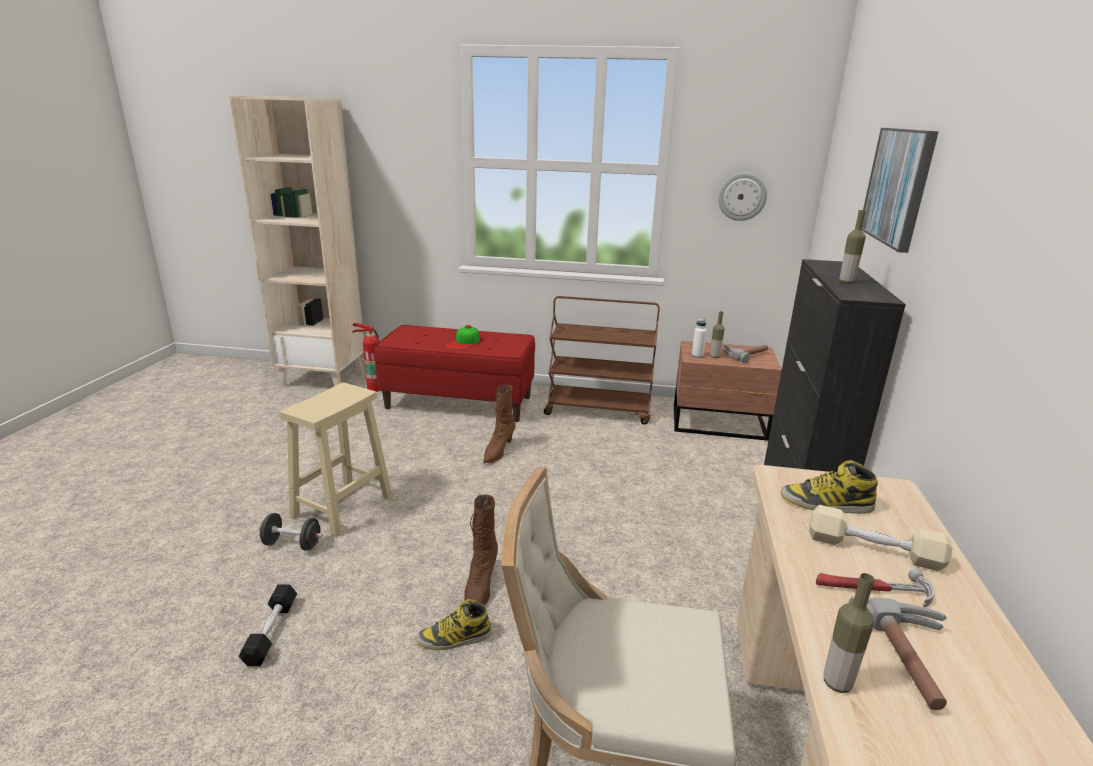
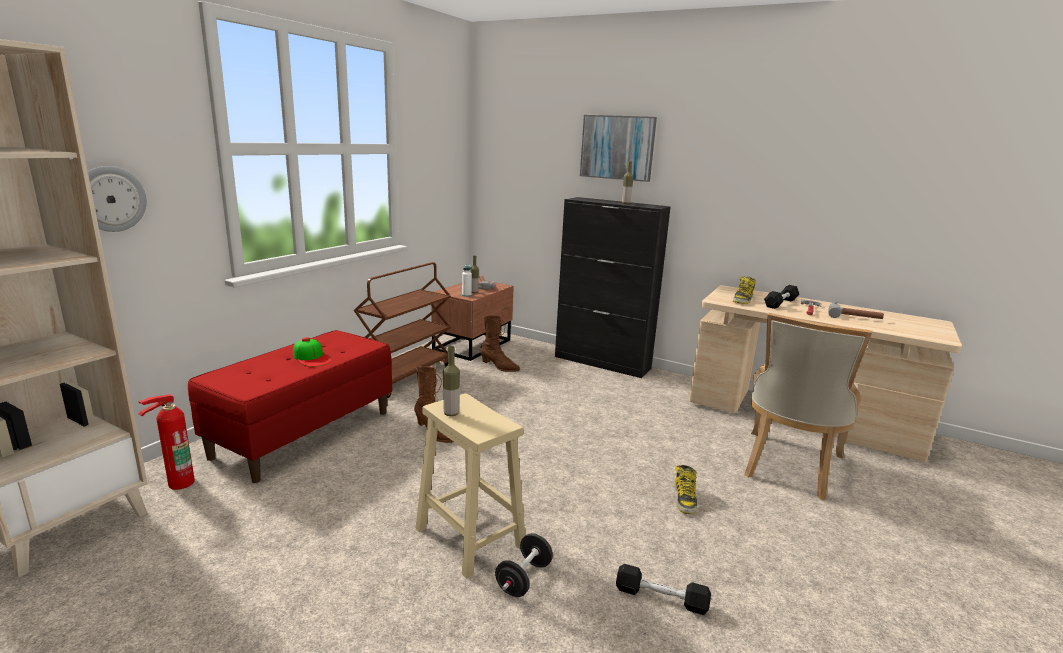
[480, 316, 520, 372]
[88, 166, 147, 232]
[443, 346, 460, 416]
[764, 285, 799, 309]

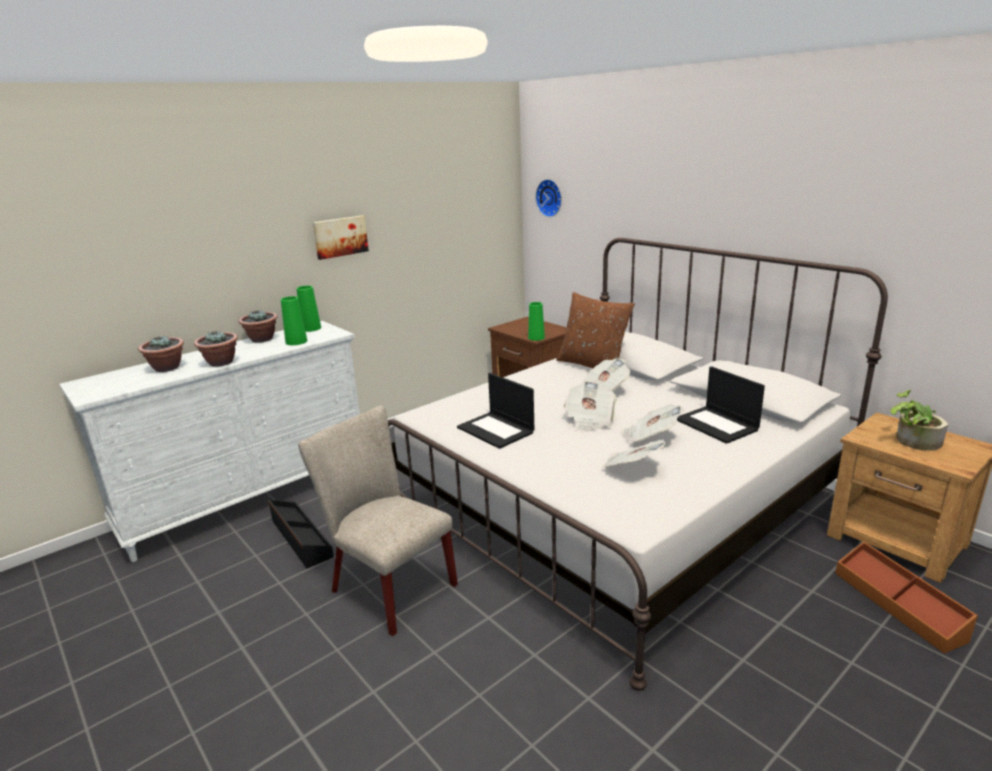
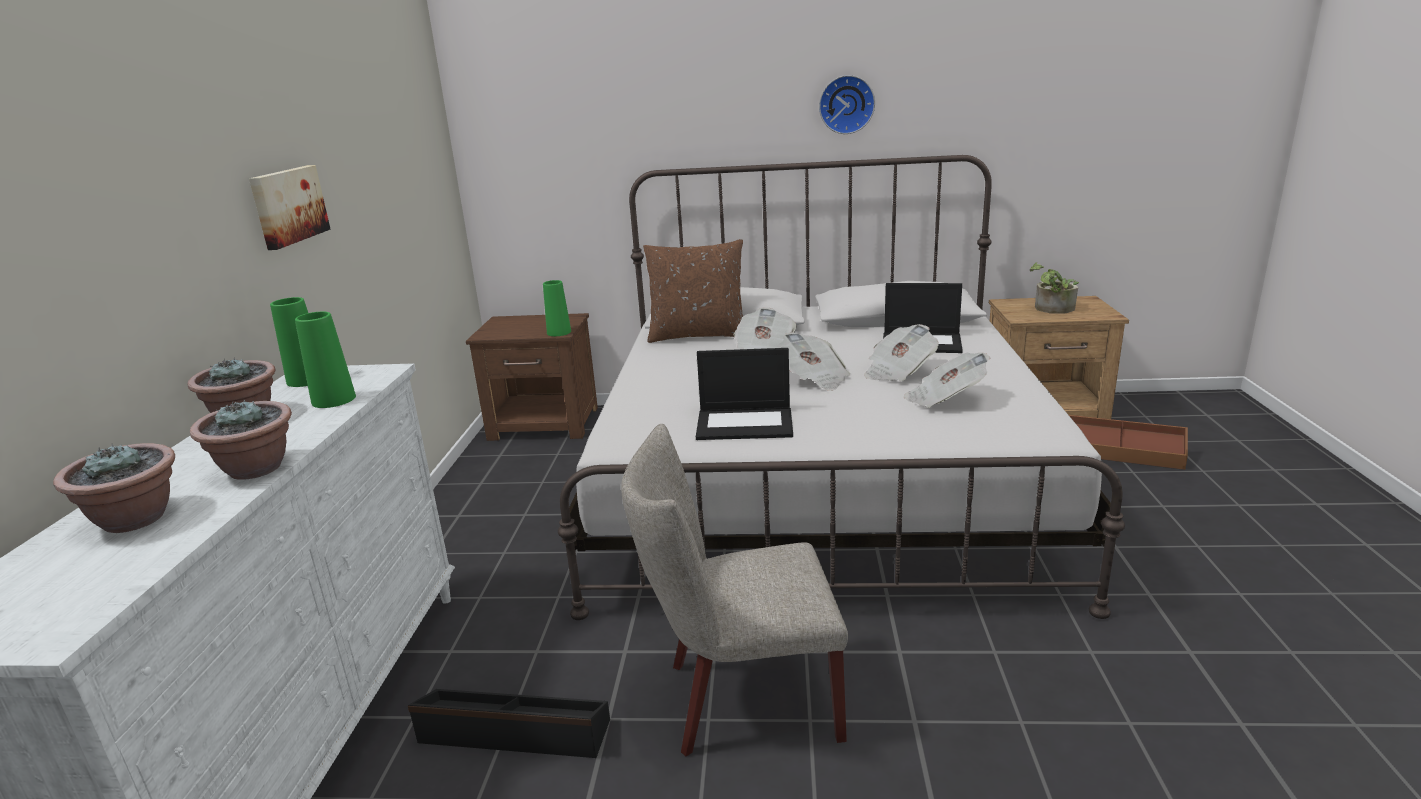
[819, 75, 875, 134]

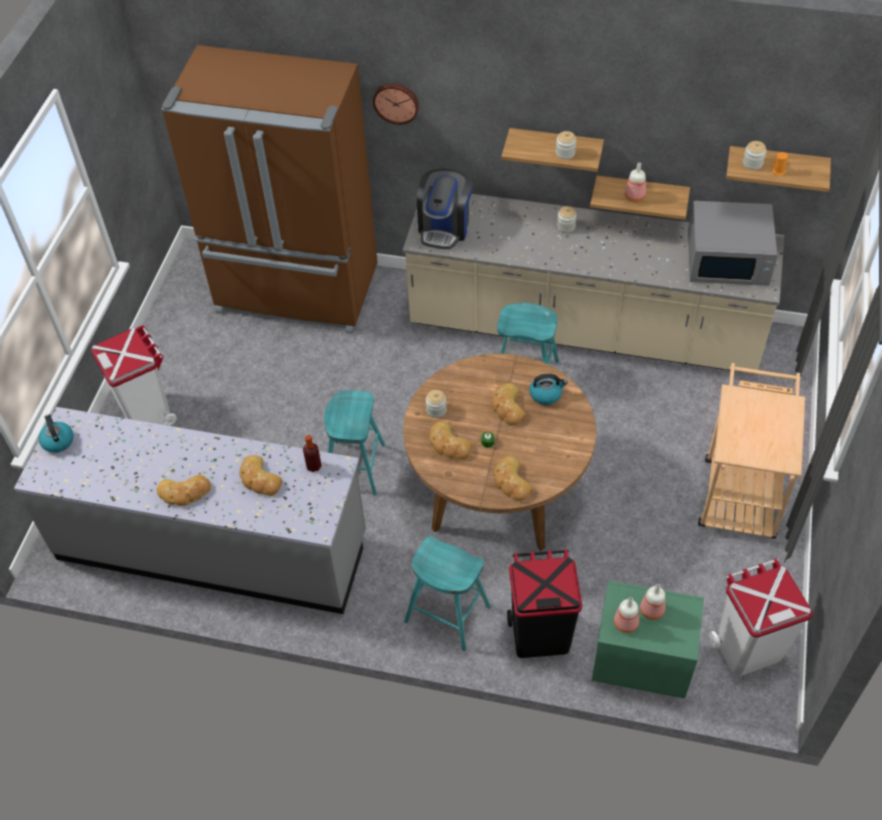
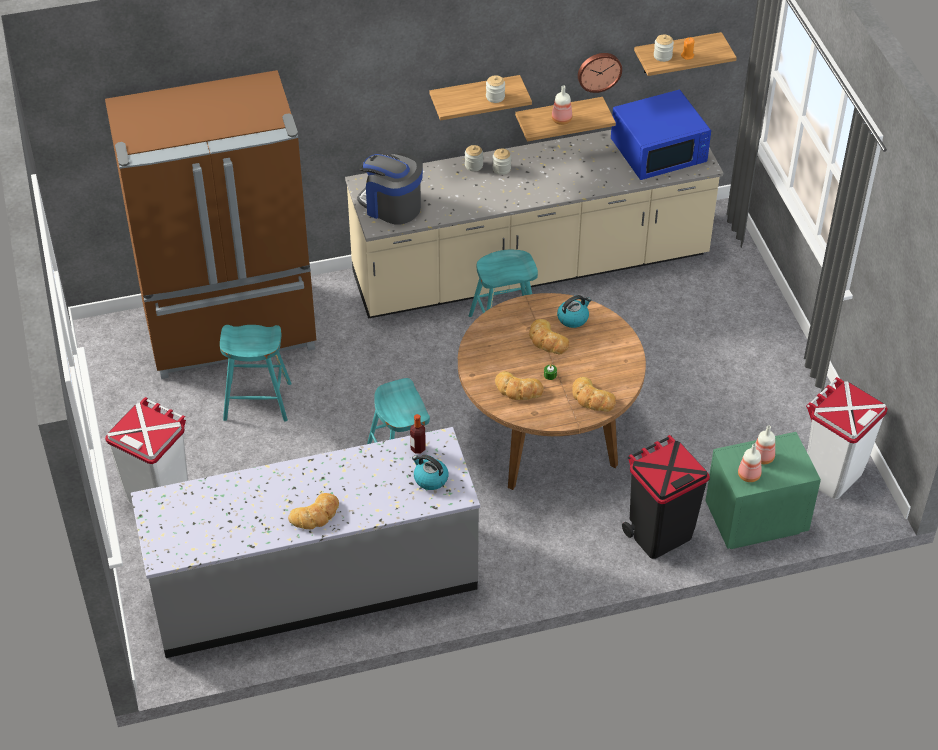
[240, 455, 282, 496] (first image)
[698, 363, 805, 539] (first image)
[412, 455, 449, 490]
[578, 53, 622, 93]
[220, 325, 292, 422]
[465, 145, 483, 171]
[611, 90, 711, 180]
[357, 153, 423, 225]

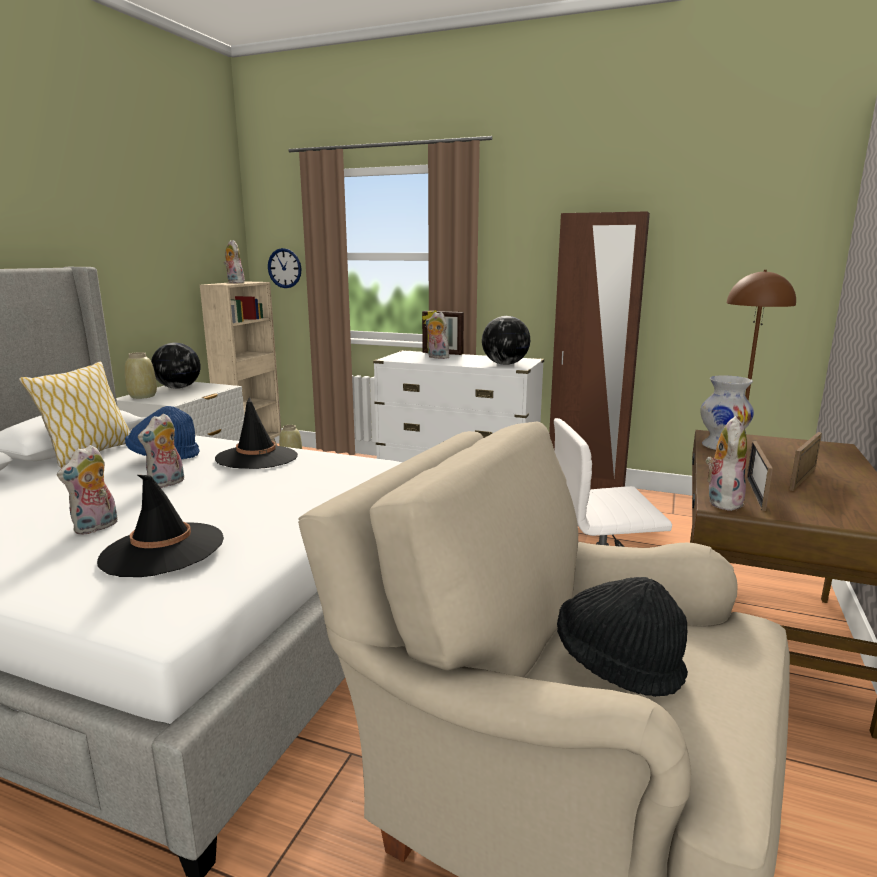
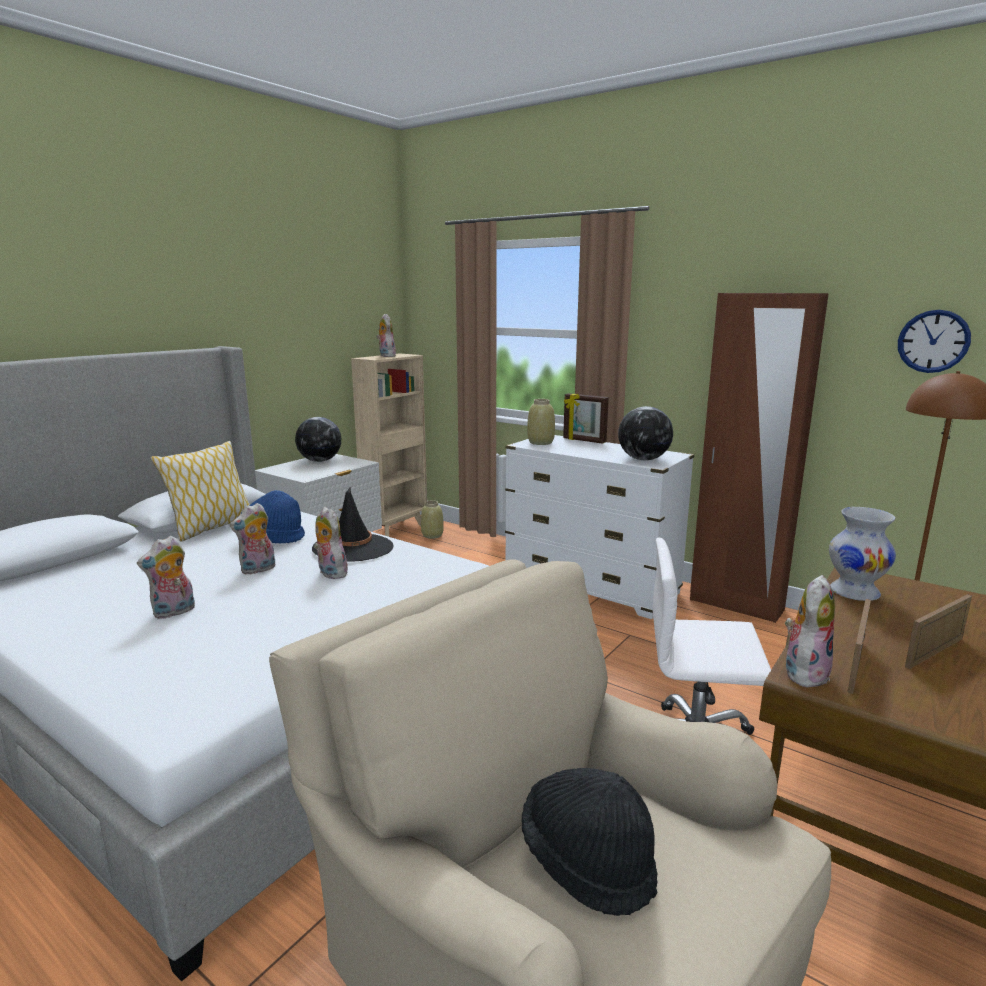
[97, 475, 224, 577] (first image)
[527, 399, 555, 445]
[898, 310, 971, 373]
[314, 507, 348, 579]

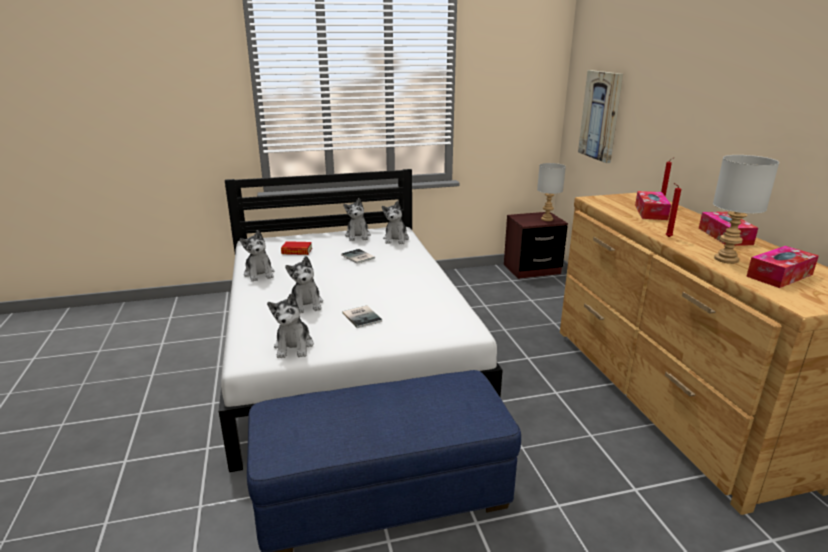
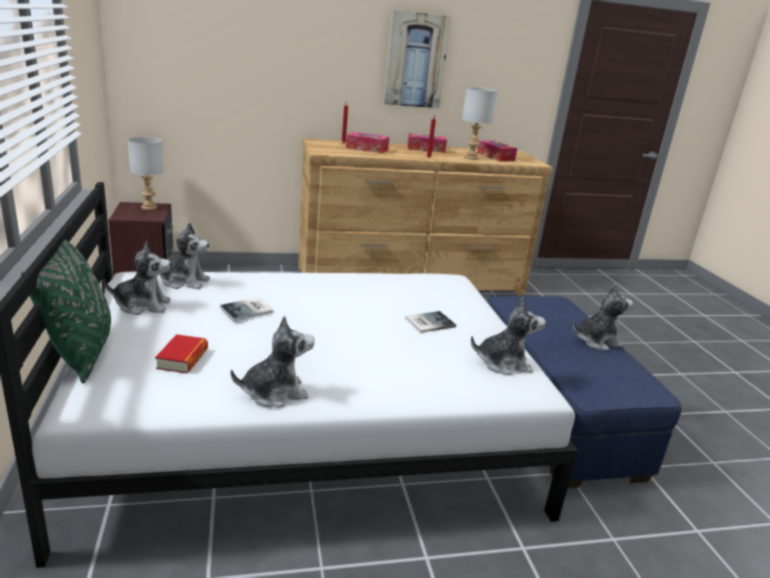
[21, 232, 111, 384]
[573, 284, 633, 351]
[384, 10, 451, 108]

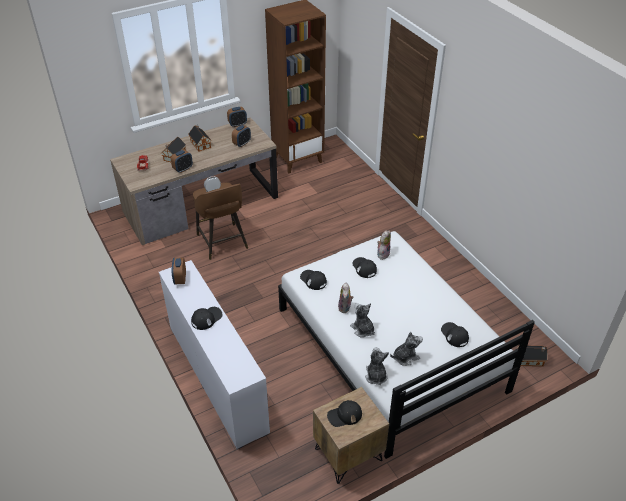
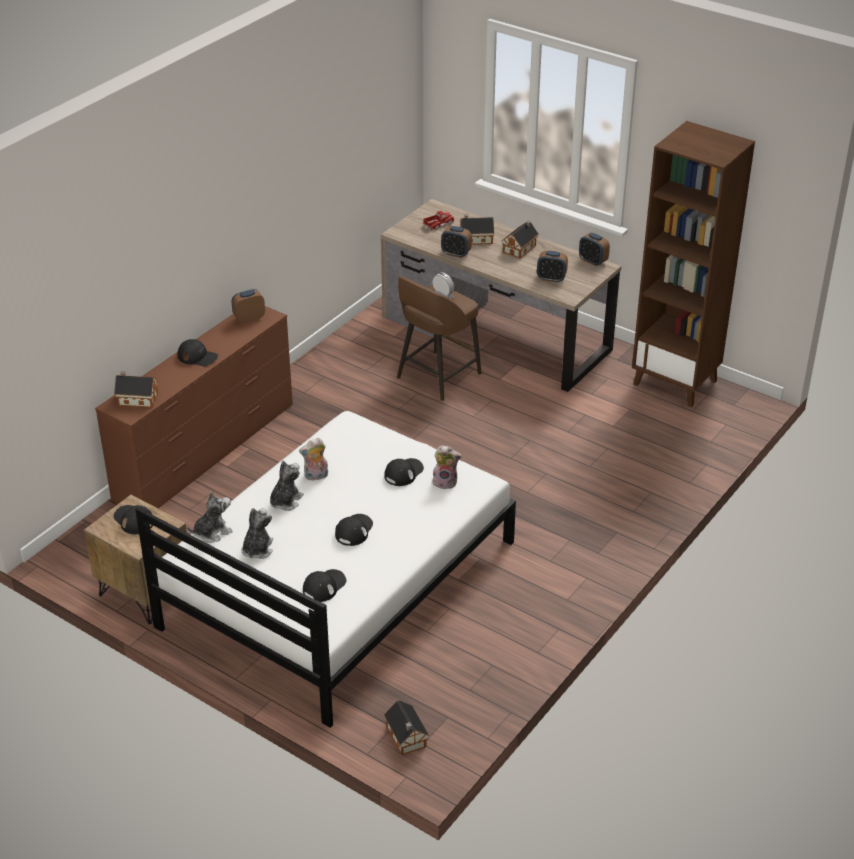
[114, 371, 158, 408]
[335, 514, 373, 546]
[95, 306, 293, 508]
[241, 508, 273, 559]

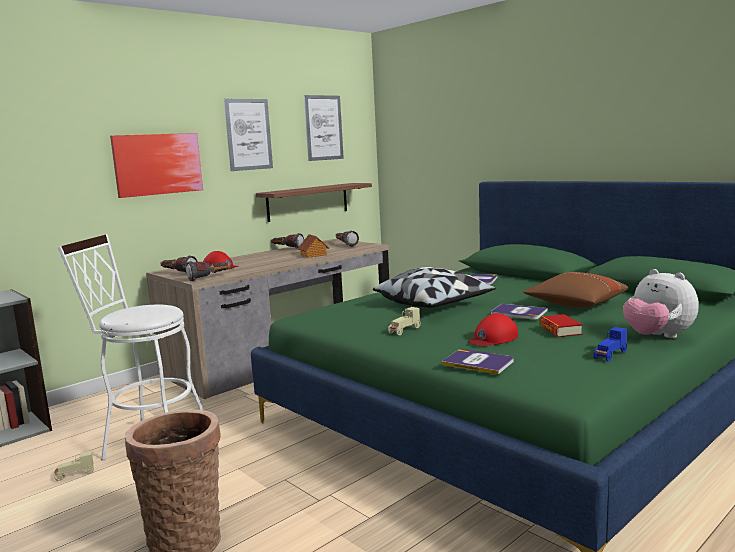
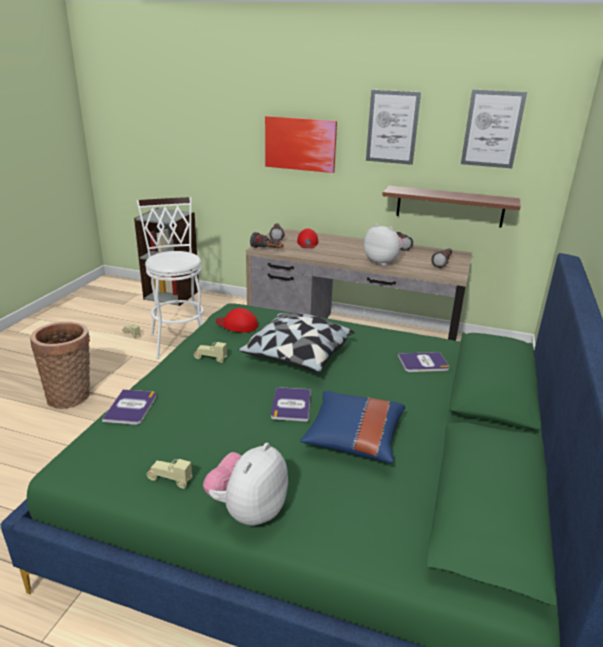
[540, 314, 583, 337] (first image)
[216, 308, 258, 333]
[364, 224, 403, 266]
[300, 391, 405, 463]
[147, 459, 193, 489]

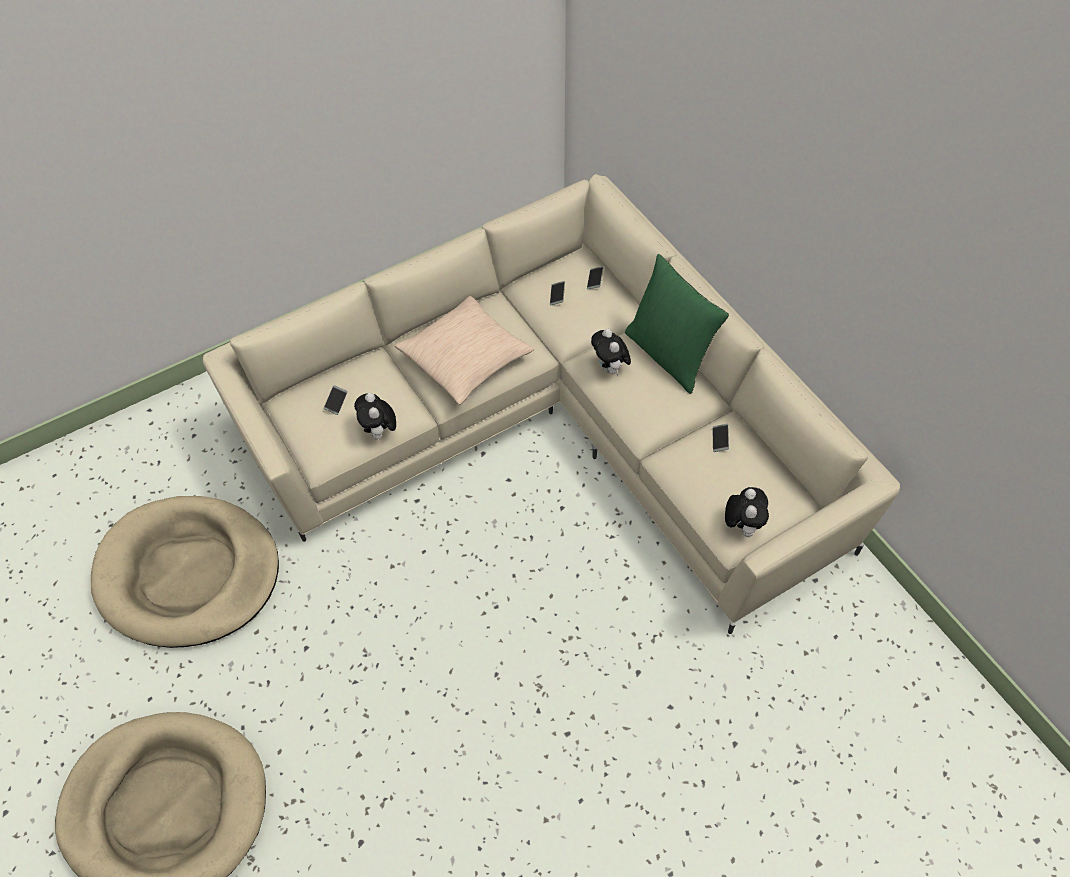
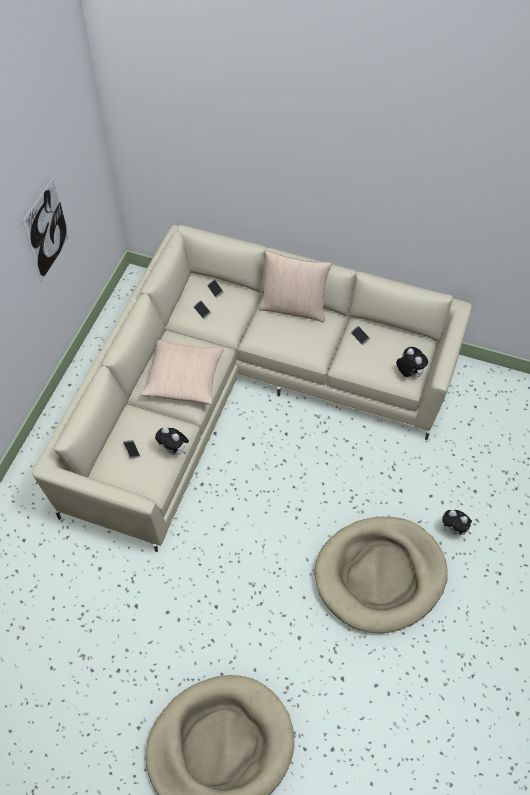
[22, 175, 70, 283]
[315, 517, 448, 633]
[442, 510, 472, 535]
[259, 251, 332, 322]

